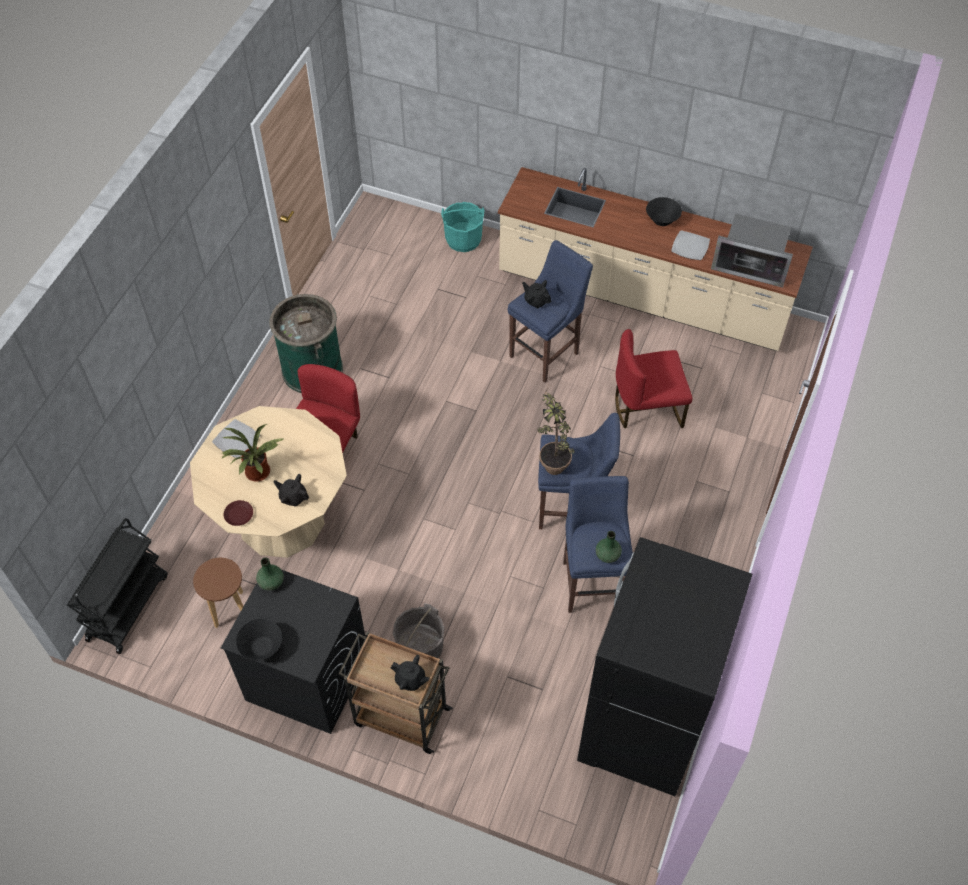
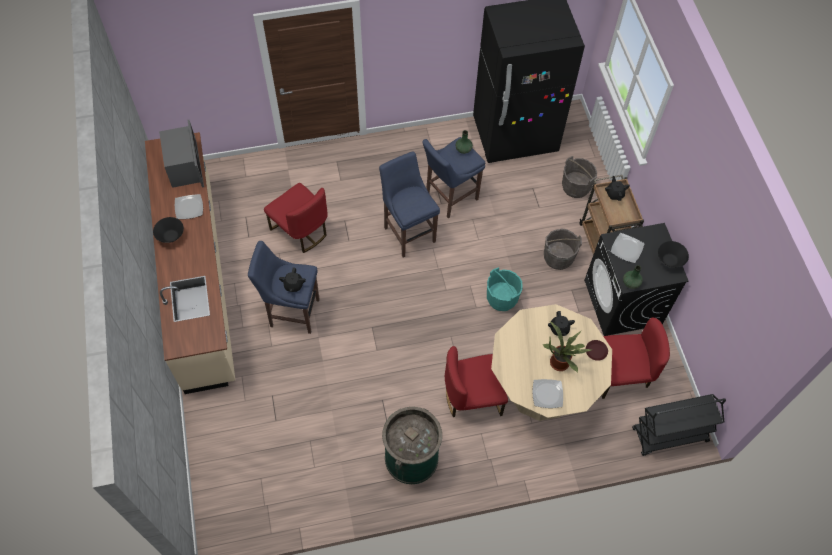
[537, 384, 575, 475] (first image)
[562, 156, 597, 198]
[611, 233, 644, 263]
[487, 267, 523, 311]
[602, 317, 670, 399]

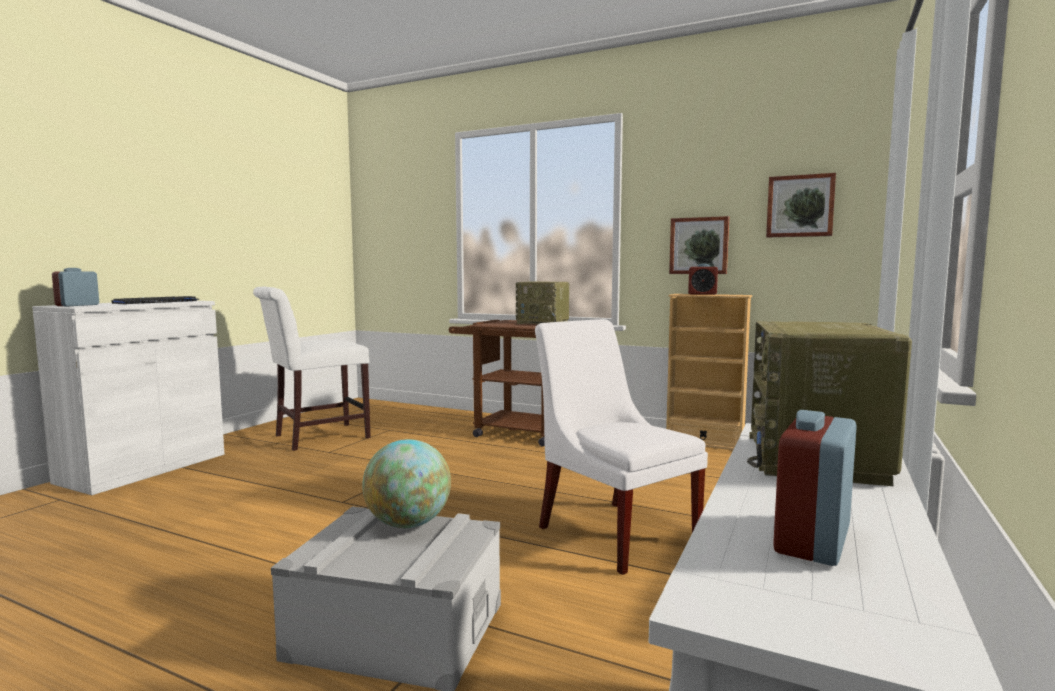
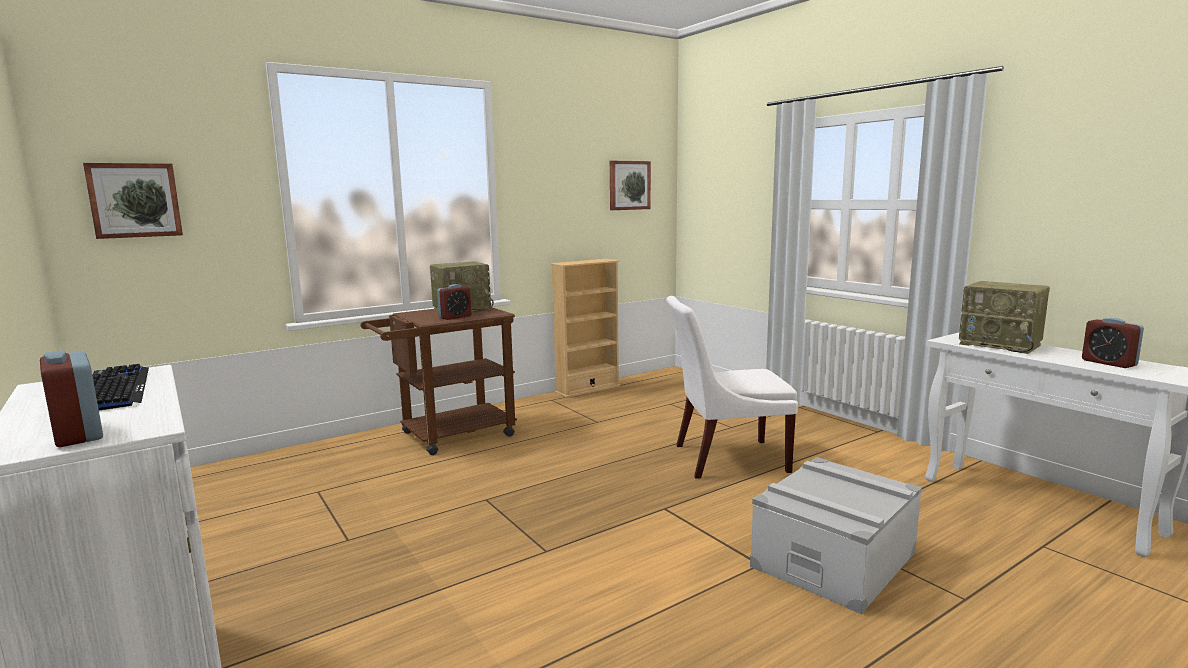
[253, 287, 371, 451] (first image)
[362, 439, 451, 528] (first image)
[83, 163, 183, 239]
[437, 284, 472, 320]

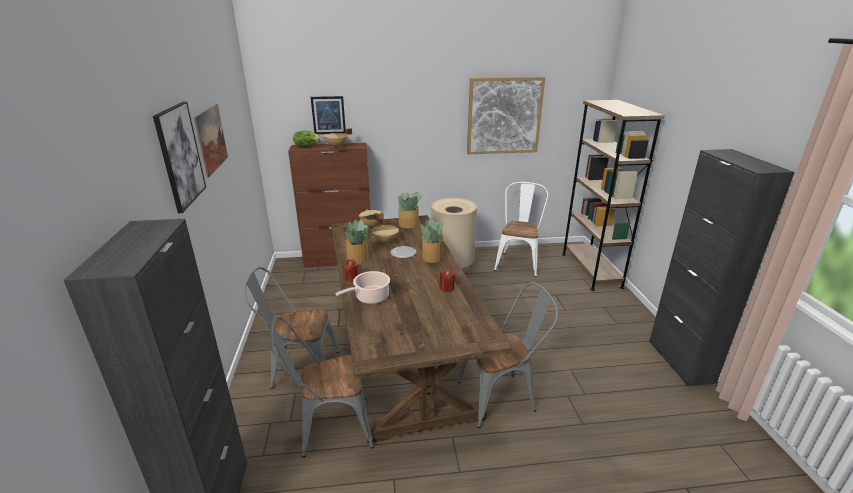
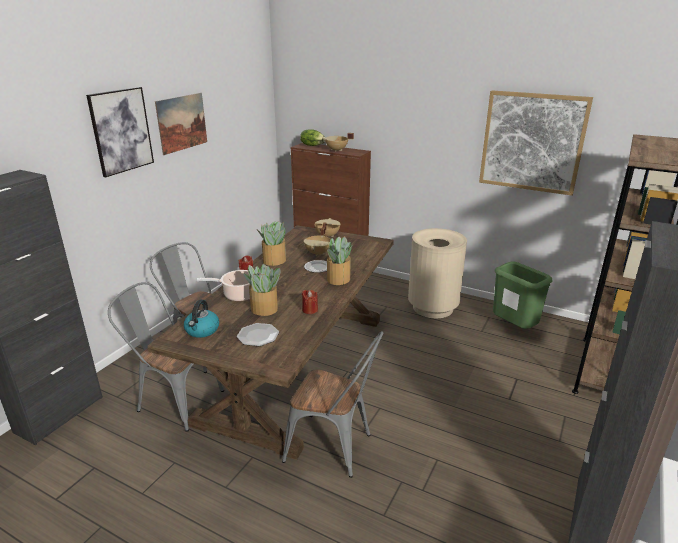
[311, 96, 346, 134] (first image)
[184, 300, 219, 338]
[237, 323, 279, 346]
[243, 264, 281, 316]
[493, 261, 552, 329]

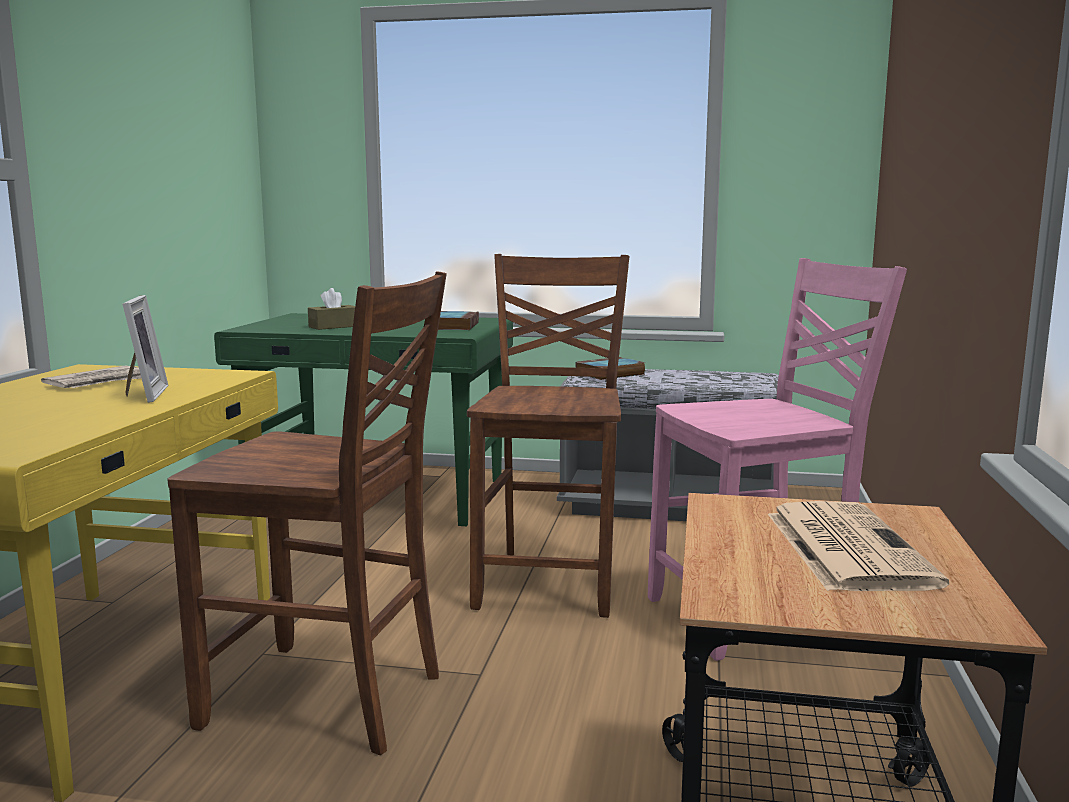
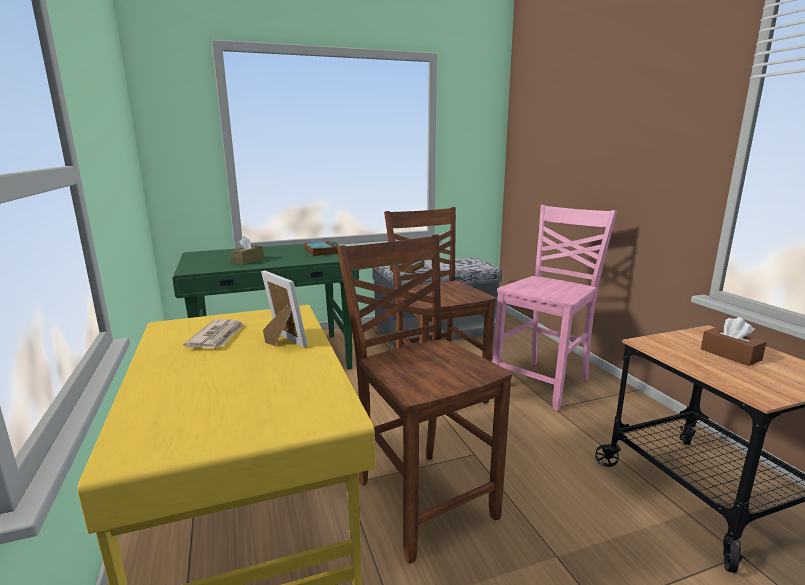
[701, 317, 767, 366]
[337, 235, 512, 564]

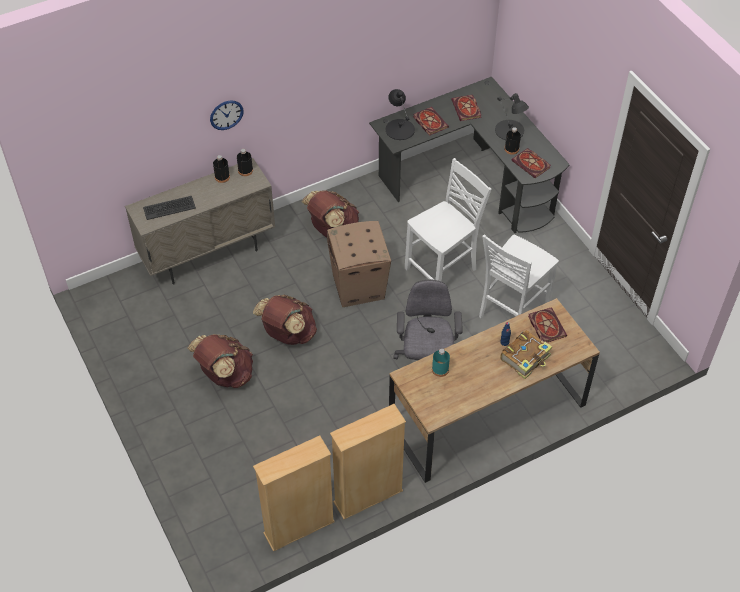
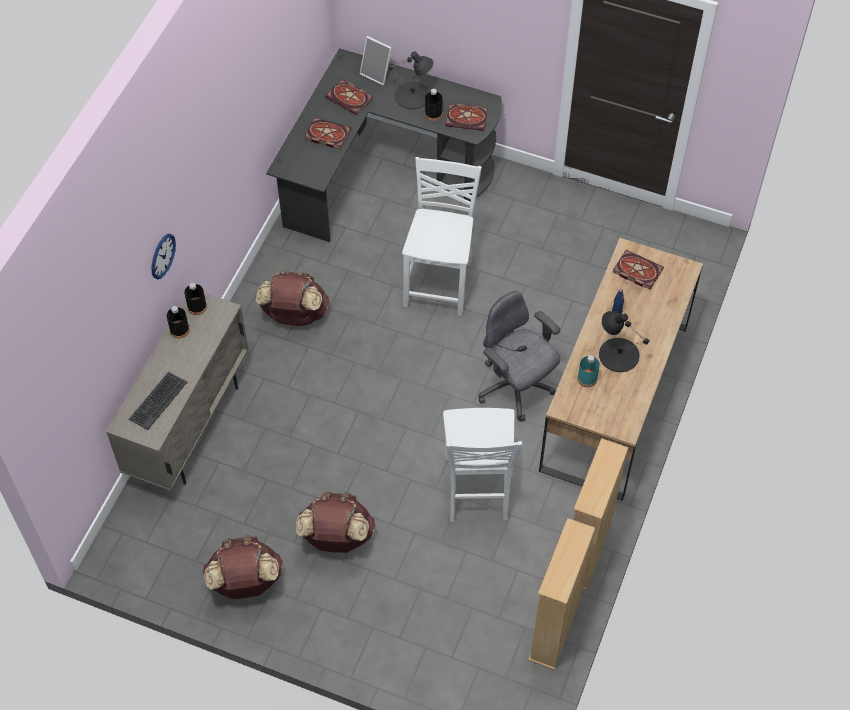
[327, 221, 391, 307] (first image)
[500, 330, 552, 379] (first image)
[360, 36, 392, 85]
[203, 535, 283, 599]
[599, 311, 649, 372]
[443, 408, 522, 522]

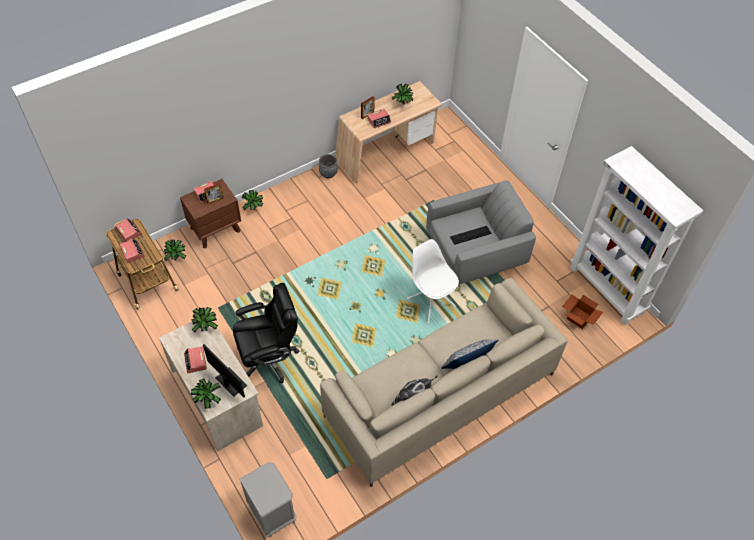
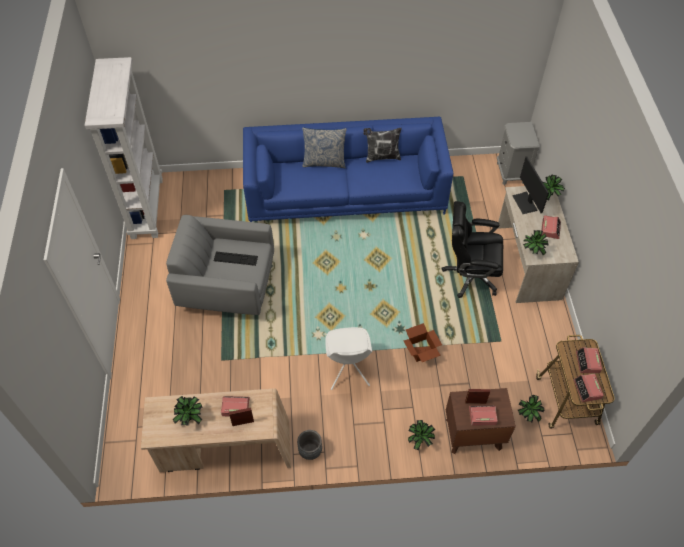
[325, 327, 372, 390]
[403, 323, 442, 362]
[243, 117, 453, 222]

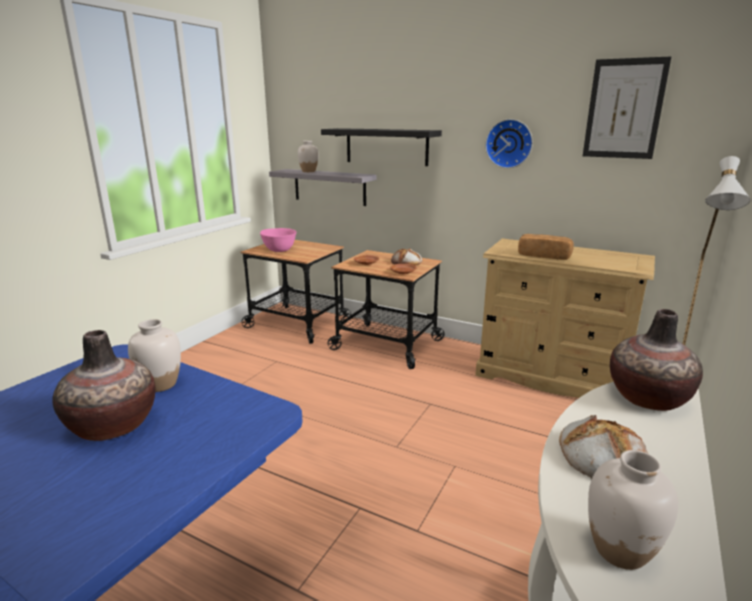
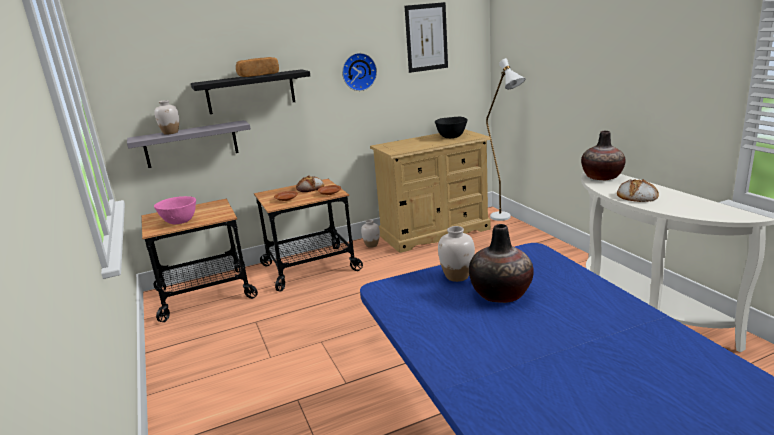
[435, 117, 468, 138]
[236, 57, 279, 77]
[361, 220, 380, 248]

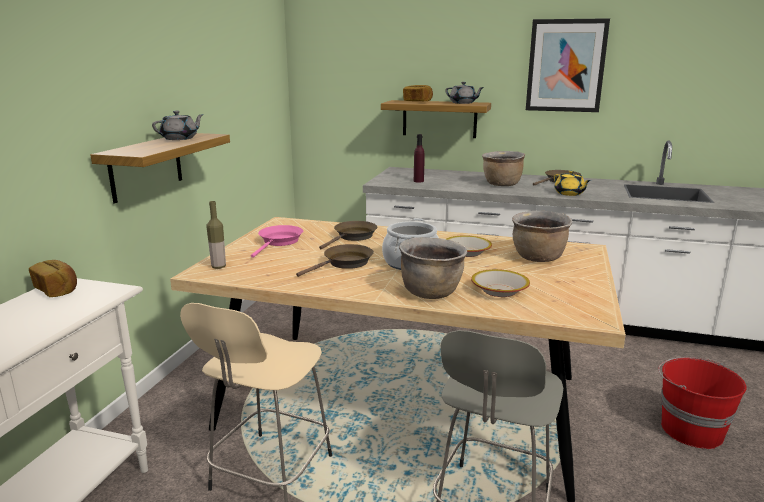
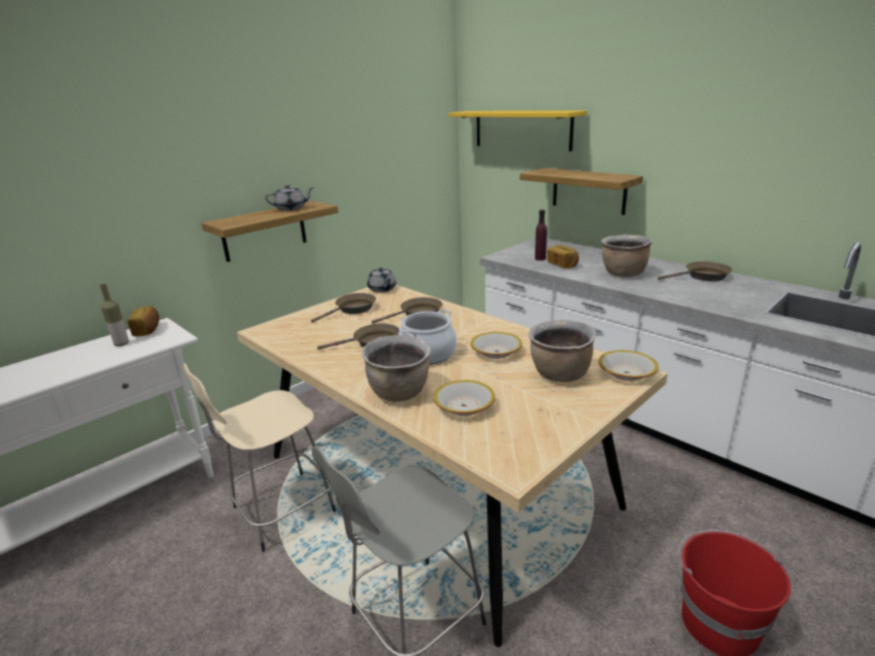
[526, 18, 610, 112] (first image)
[554, 171, 591, 196] (first image)
[448, 111, 587, 151]
[599, 350, 659, 381]
[100, 284, 129, 346]
[547, 245, 579, 268]
[367, 267, 396, 293]
[311, 293, 376, 323]

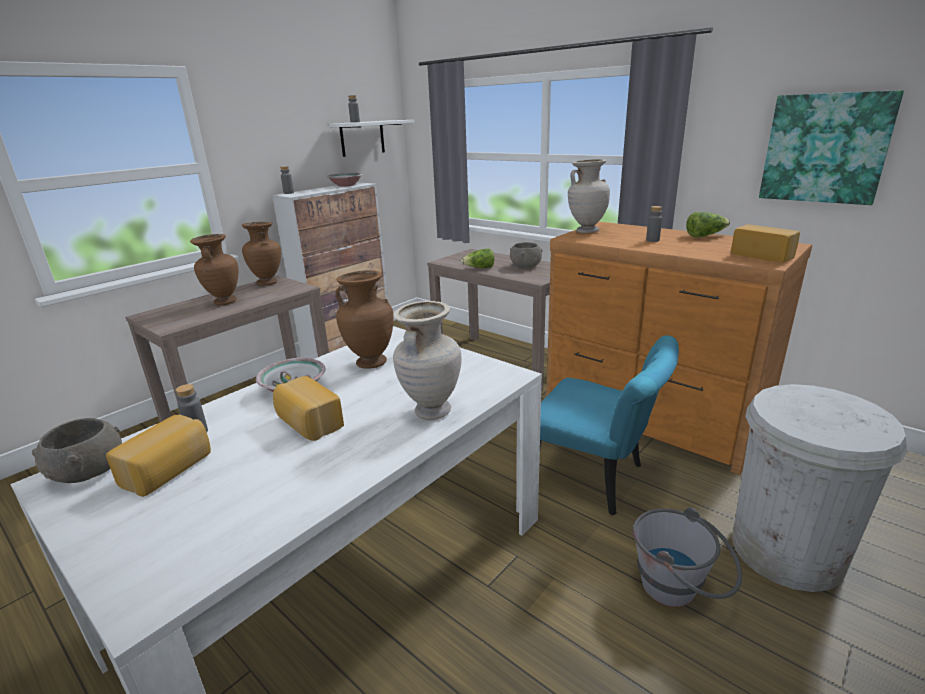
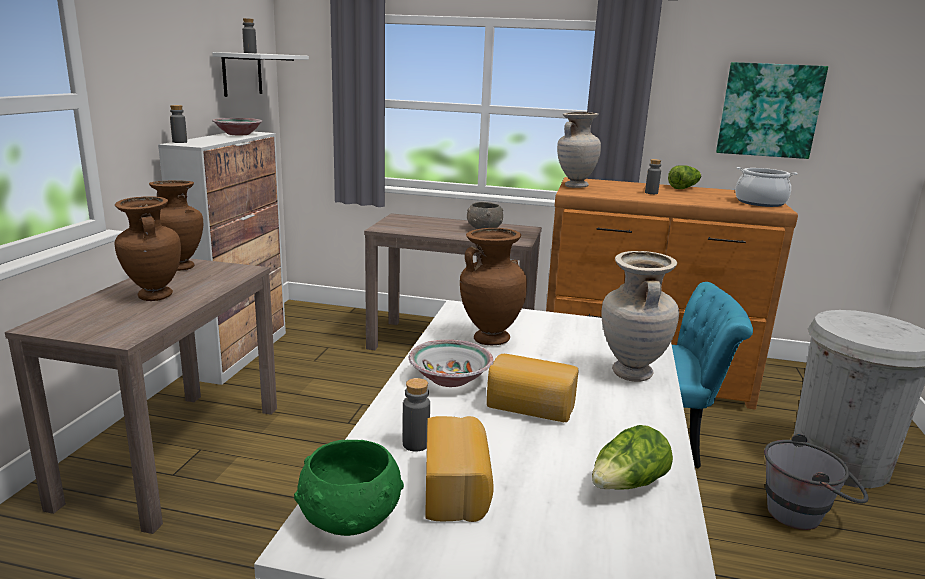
[592, 425, 673, 489]
[735, 167, 798, 207]
[294, 440, 404, 536]

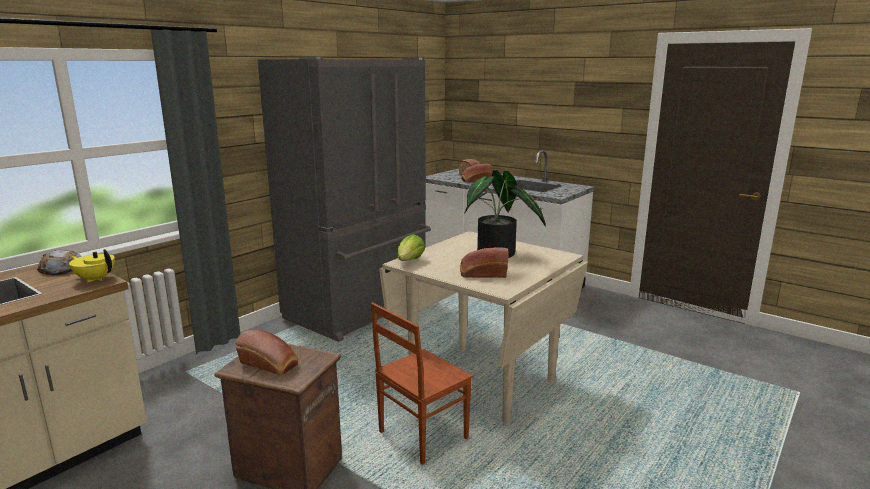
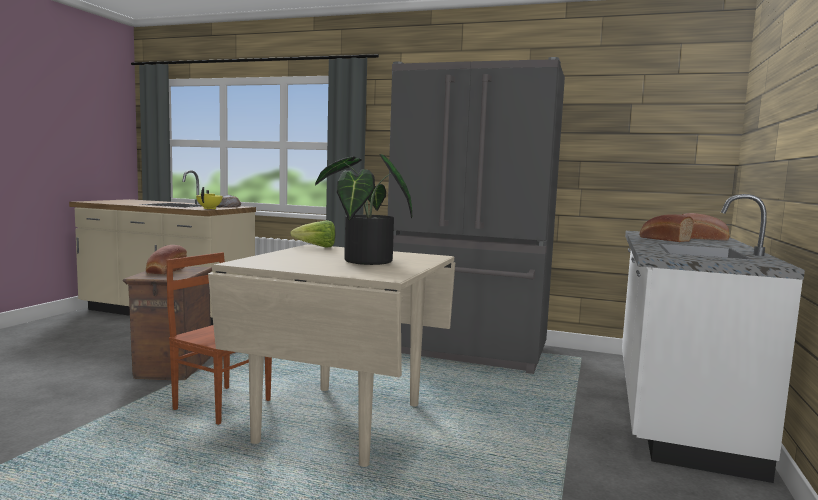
[460, 247, 509, 278] (first image)

